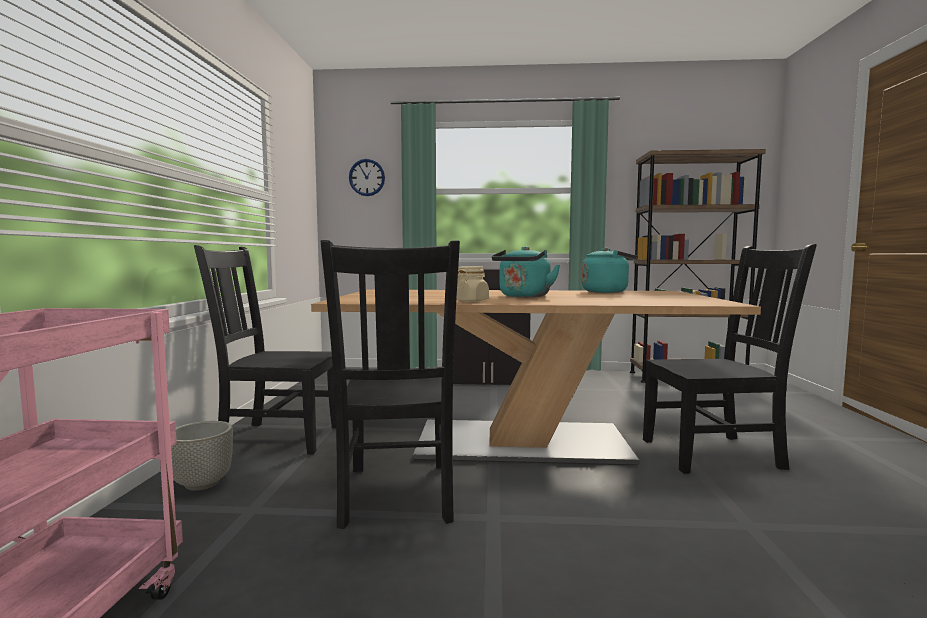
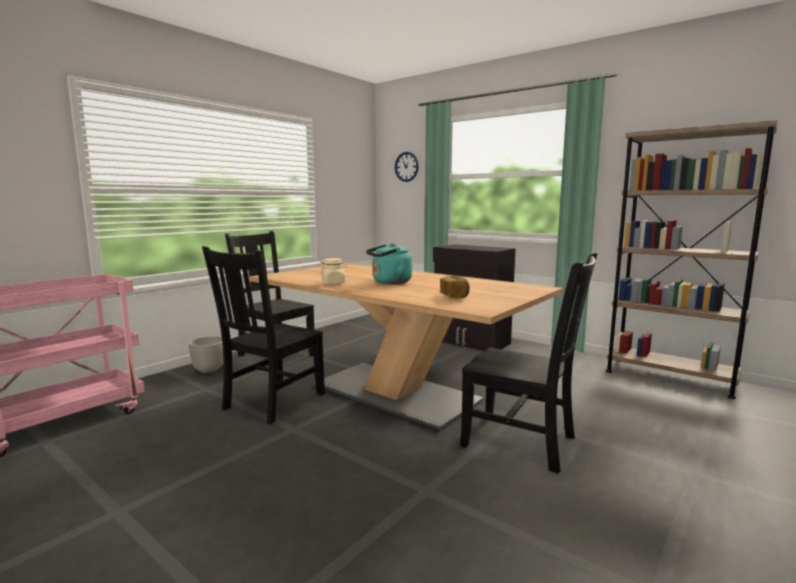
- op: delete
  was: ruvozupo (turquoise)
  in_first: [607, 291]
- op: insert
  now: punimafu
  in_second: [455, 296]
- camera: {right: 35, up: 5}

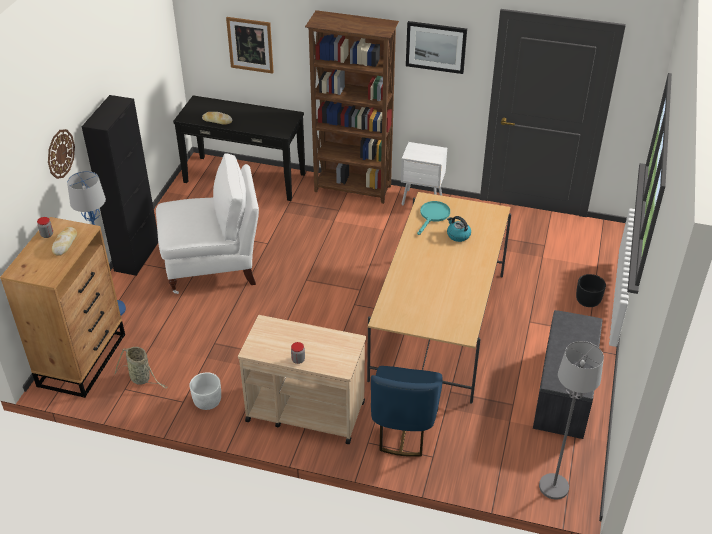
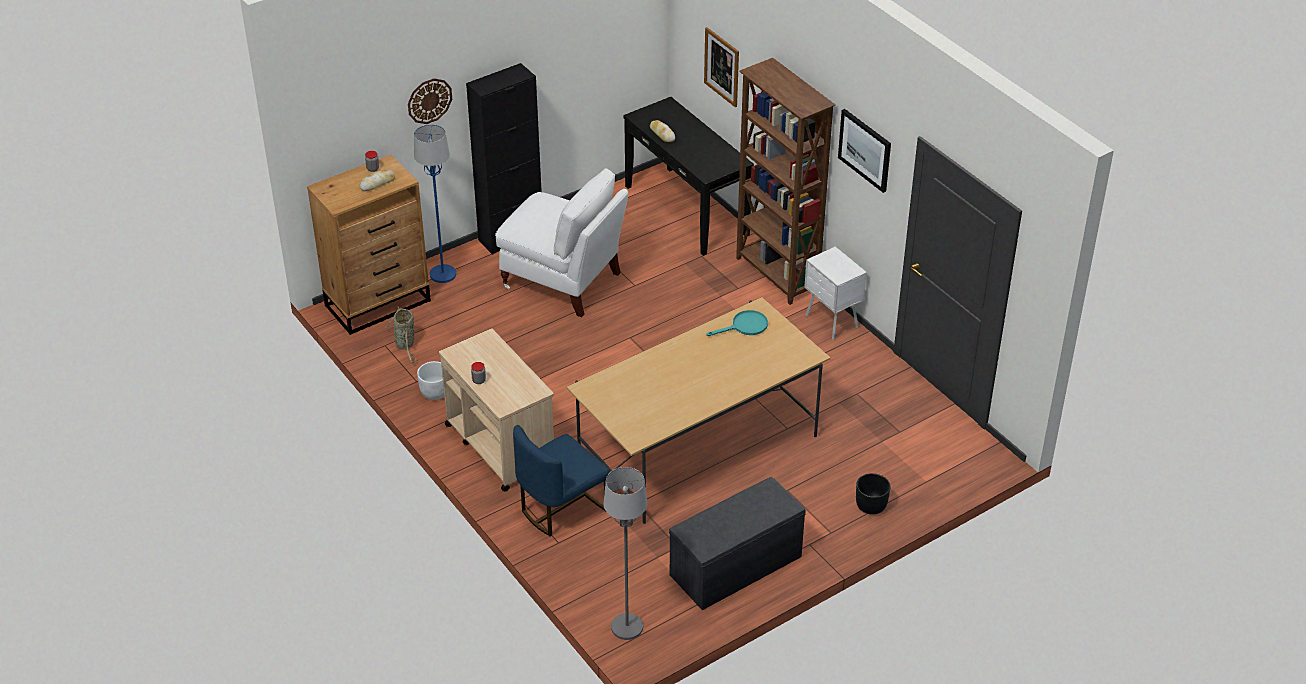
- op: delete
  was: ruvozupo
  in_first: [458, 235]
- camera: {right: 40, up: 0}

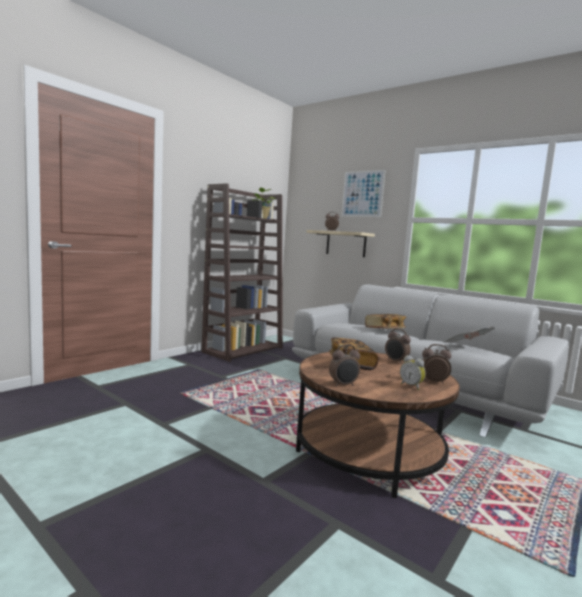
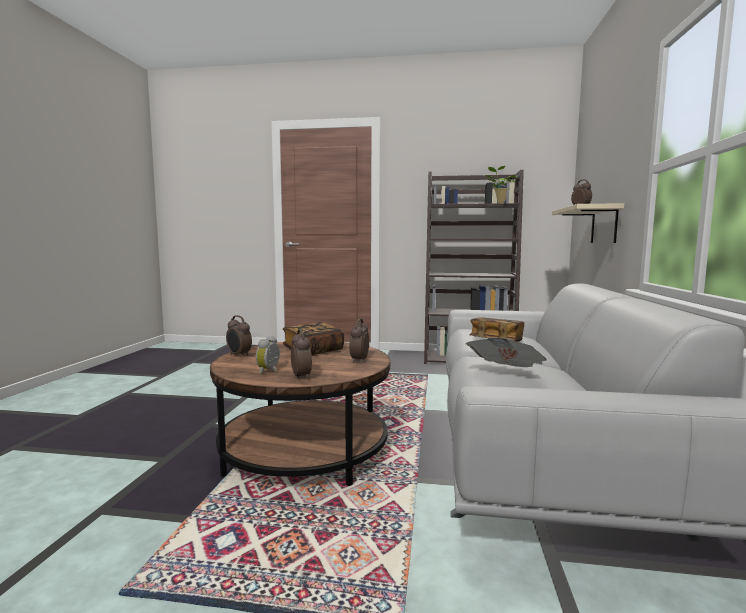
- op: delete
  was: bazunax
  in_first: [362, 194]
- camera: {right: 60, up: 0}

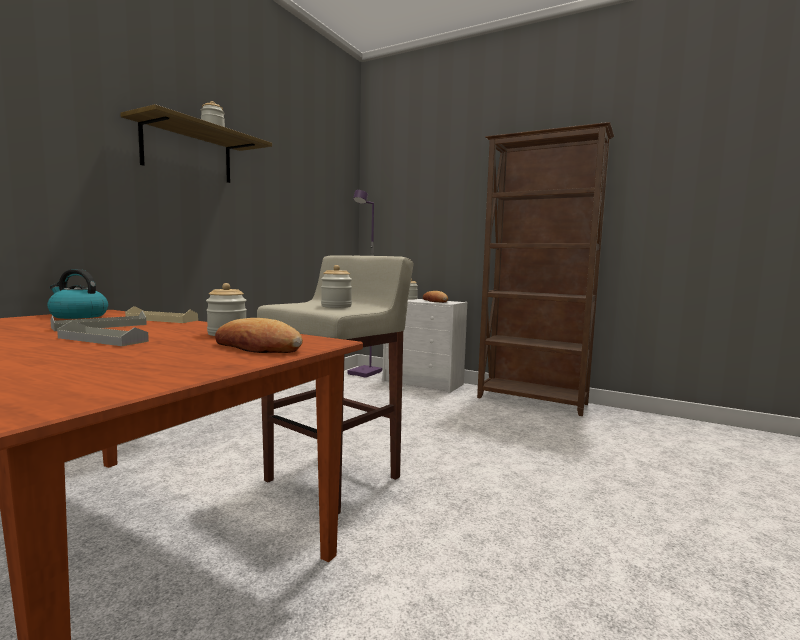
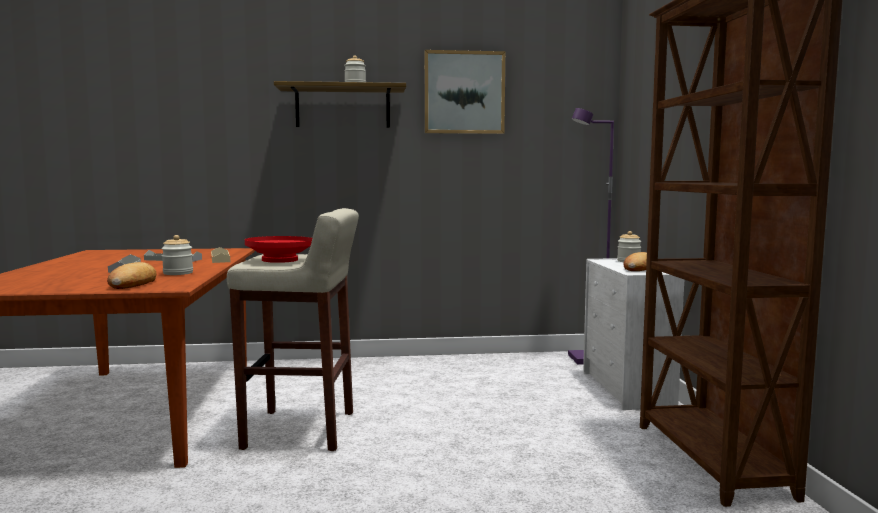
- op: delete
  was: ruvozupo
  in_first: [78, 316]
- op: insert
  now: bazunax
  in_second: [464, 93]
- op: replace
  was: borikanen
  now: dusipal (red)
  in_first: [336, 306]
  in_second: [280, 260]
- camera: {right: 55, up: 0}

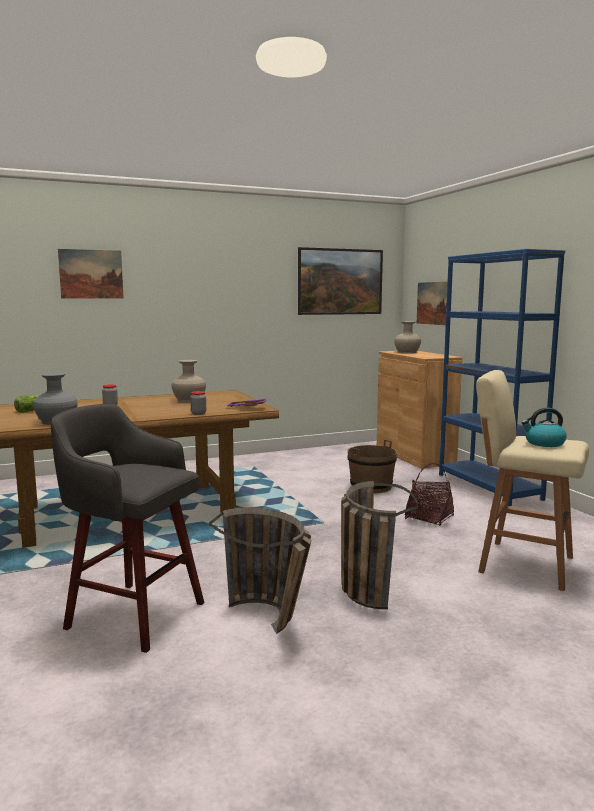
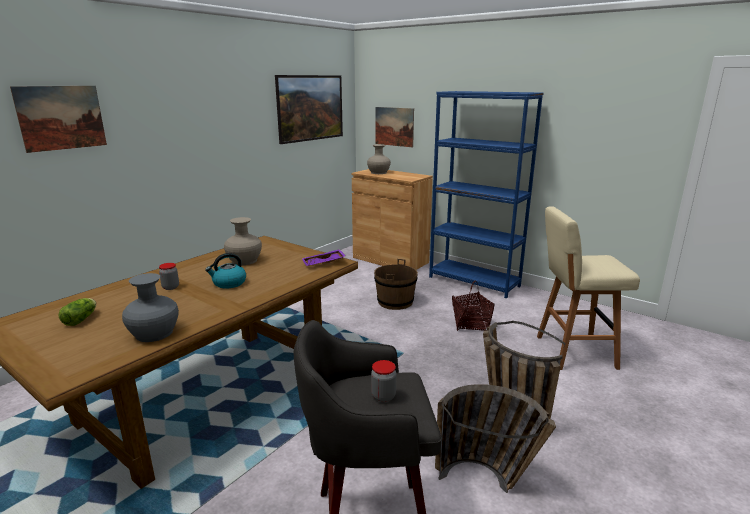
- op: move
  was: borikanen
  in_first: [198, 413]
  in_second: [383, 396]
- op: move
  was: ruvozupo
  in_first: [544, 443]
  in_second: [229, 283]
- camera: {right: -30, up: 10}

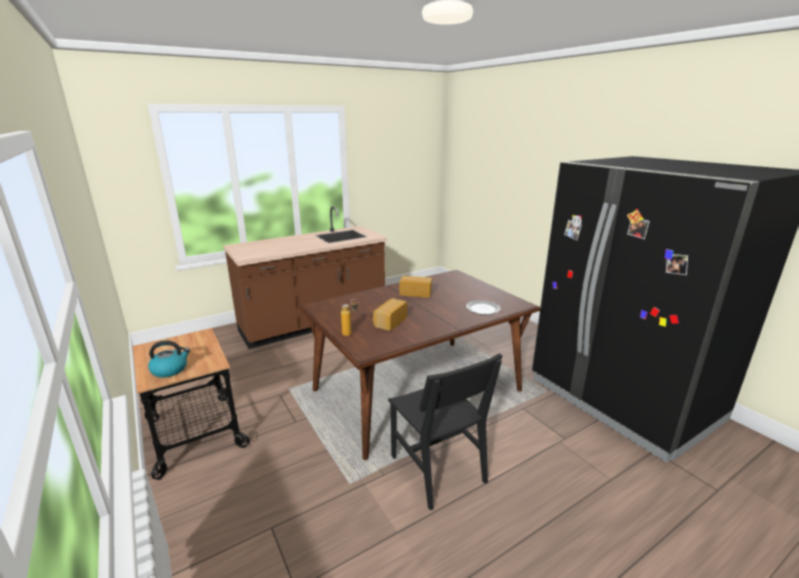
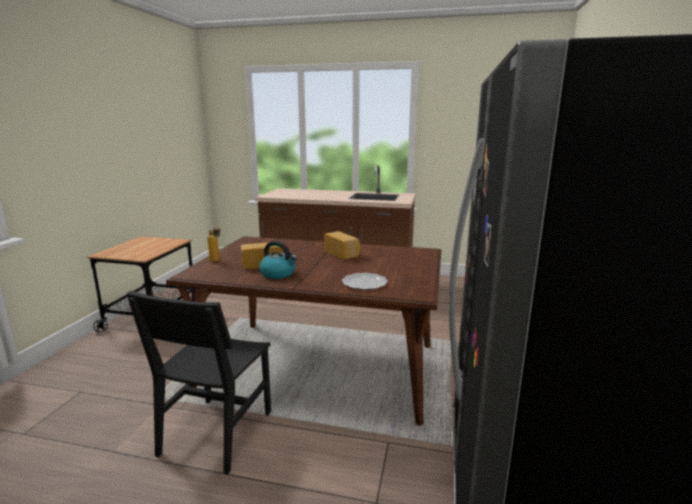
- op: move
  was: ruvozupo
  in_first: [170, 370]
  in_second: [278, 274]
- camera: {right: 45, up: -5}

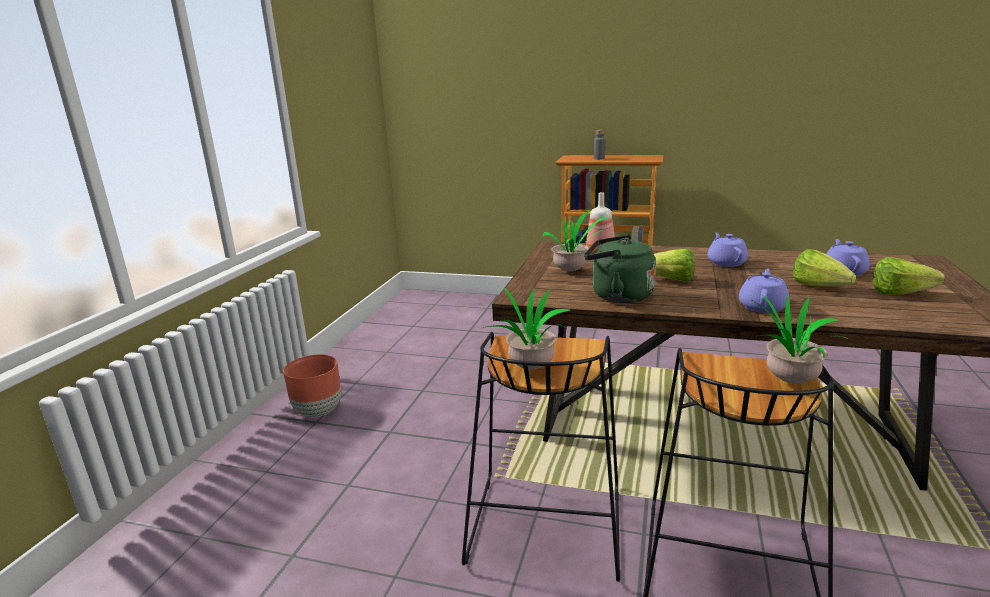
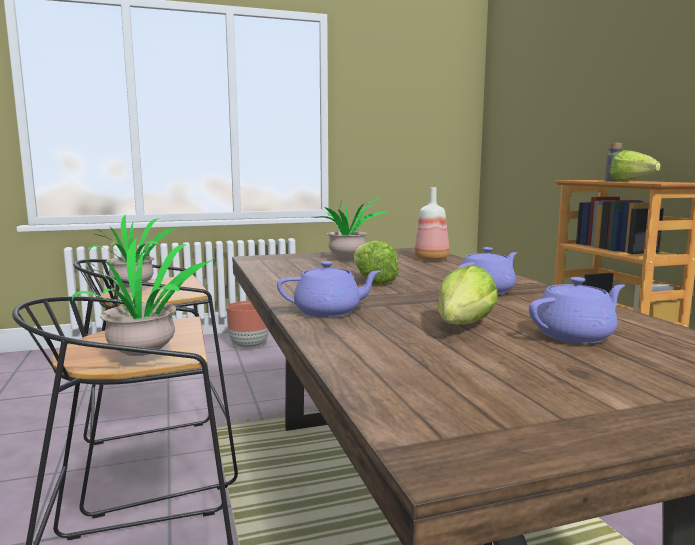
- op: delete
  was: ruvozupo (green)
  in_first: [617, 295]
- op: move
  was: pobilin
  in_first: [905, 294]
  in_second: [635, 182]
- camera: {right: 55, up: -10}

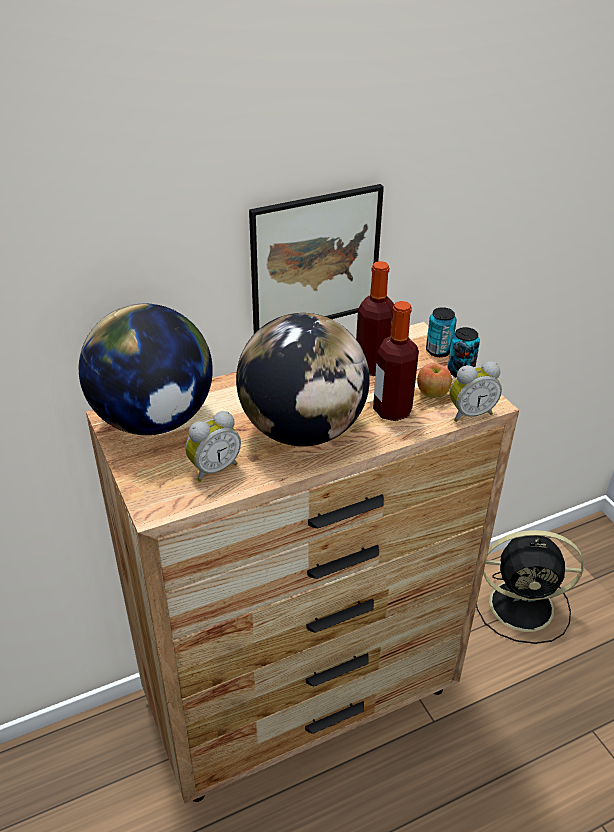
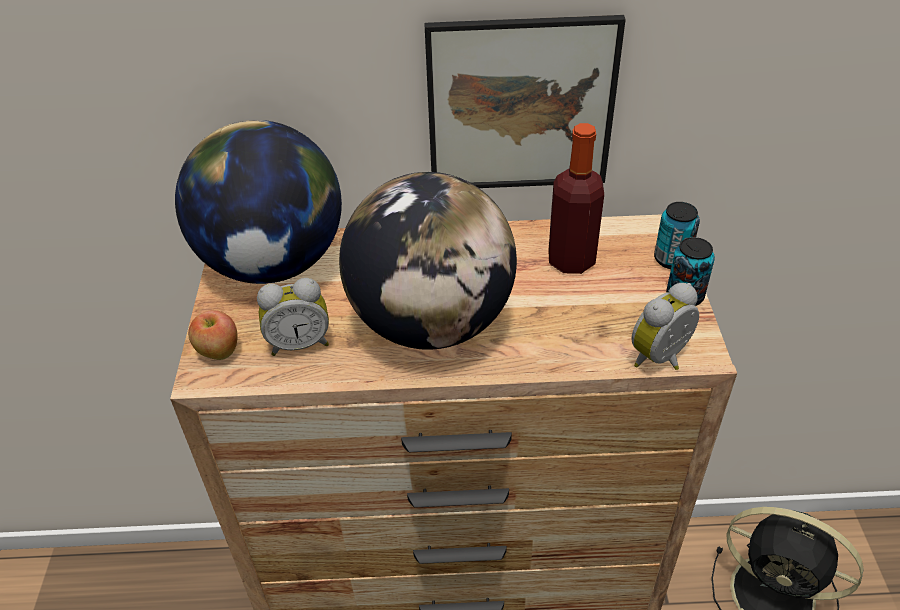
- op: delete
  was: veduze
  in_first: [392, 410]
- op: move
  was: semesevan
  in_first: [432, 394]
  in_second: [218, 352]
- op: rotate
  was: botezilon
  in_first: [469, 413]
  in_second: [662, 359]
  clockwise: 135
- camera: {right: 25, up: 5}

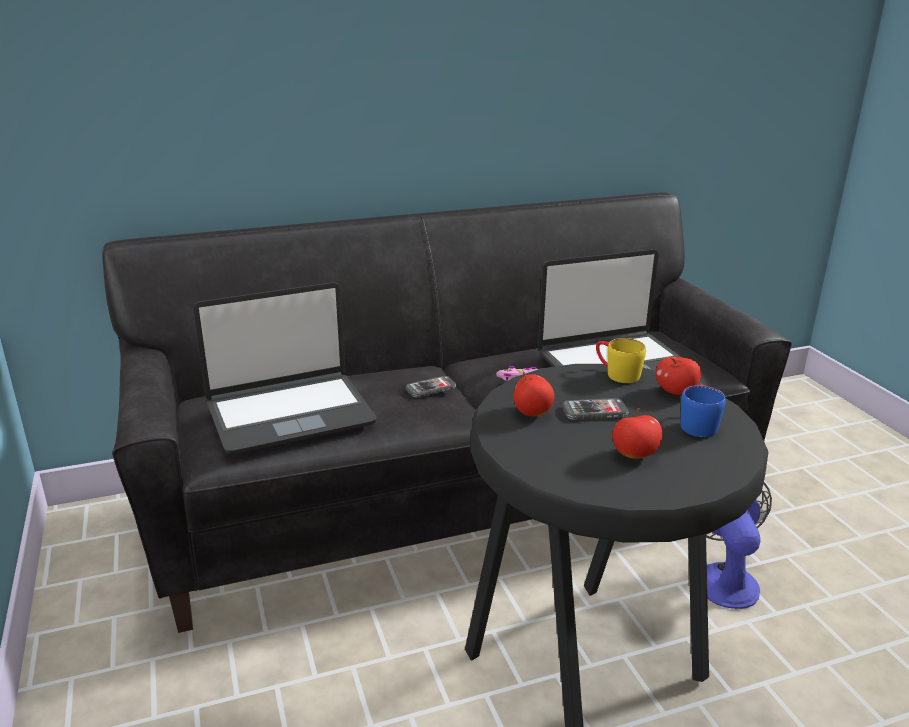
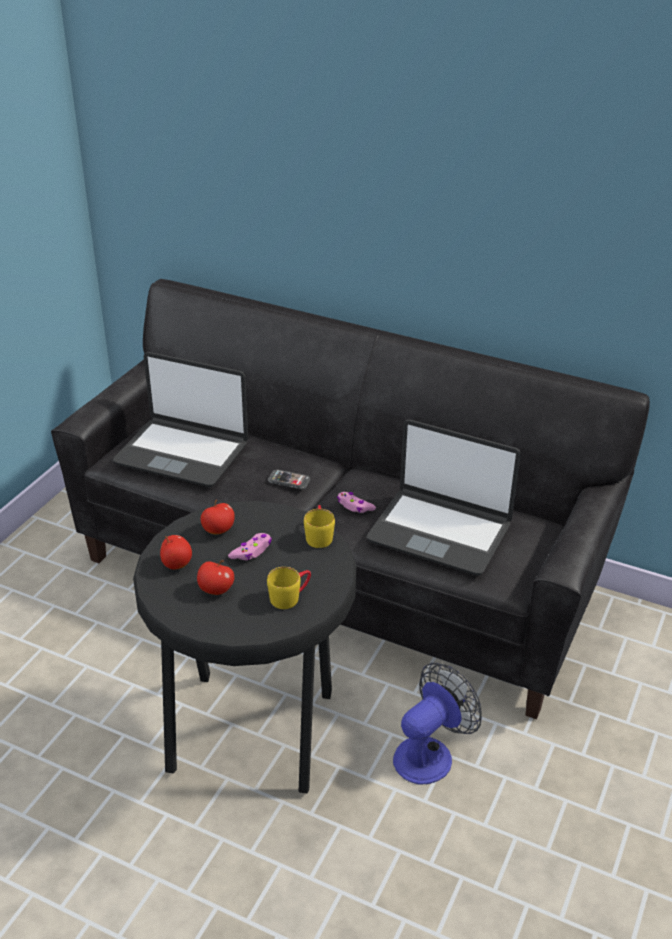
- op: move
  was: semesevan
  in_first: [676, 392]
  in_second: [176, 564]
- op: replace
  was: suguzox
  now: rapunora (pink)
  in_first: [594, 411]
  in_second: [252, 551]
- op: recolor
  was: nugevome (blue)
  now: nugevome (yellow)
  in_first: [697, 423]
  in_second: [290, 596]
- camera: {right: 45, up: 10}

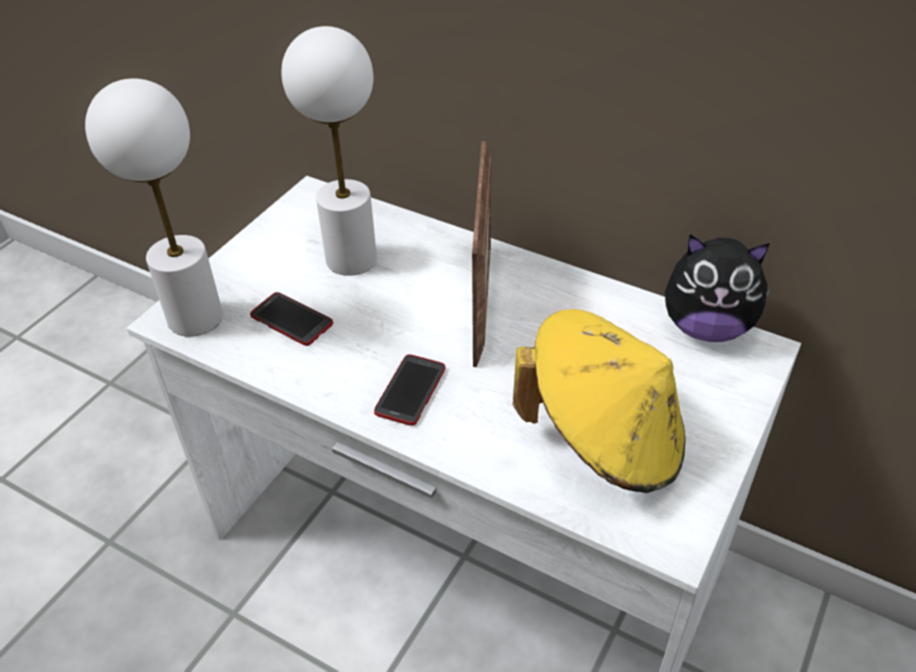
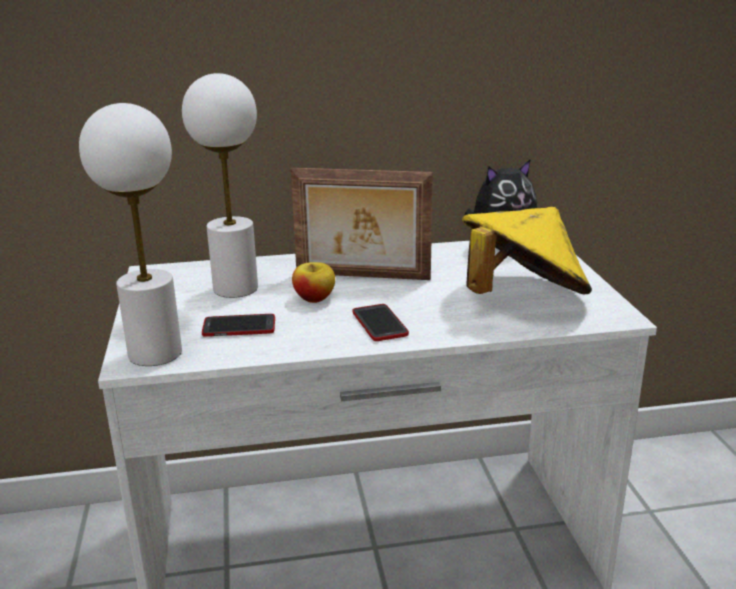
- op: insert
  now: semesevan
  in_second: [314, 298]
- op: rotate
  was: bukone
  in_first: [482, 305]
  in_second: [362, 277]
  clockwise: 135
- camera: {right: -40, up: -20}

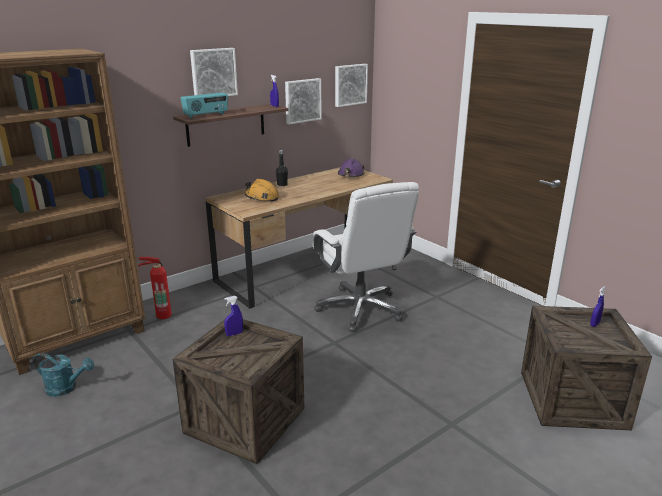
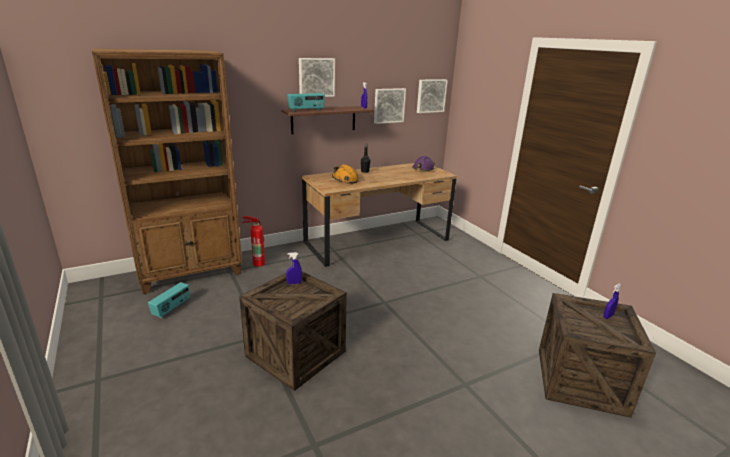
- op: delete
  was: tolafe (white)
  in_first: [360, 309]
- op: replace
  was: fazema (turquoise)
  now: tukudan
  in_first: [66, 388]
  in_second: [172, 308]
- camera: {right: 10, up: 0}

